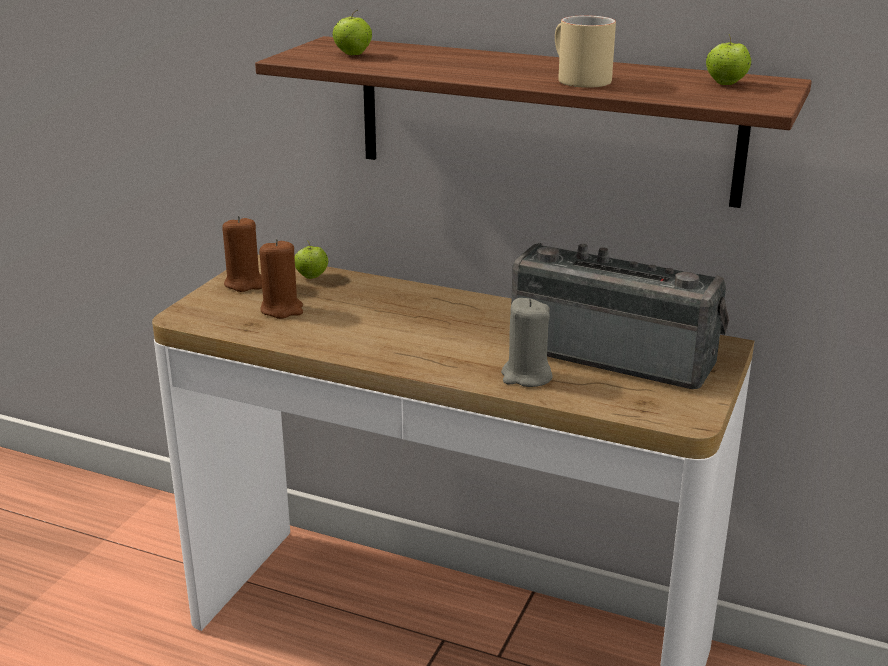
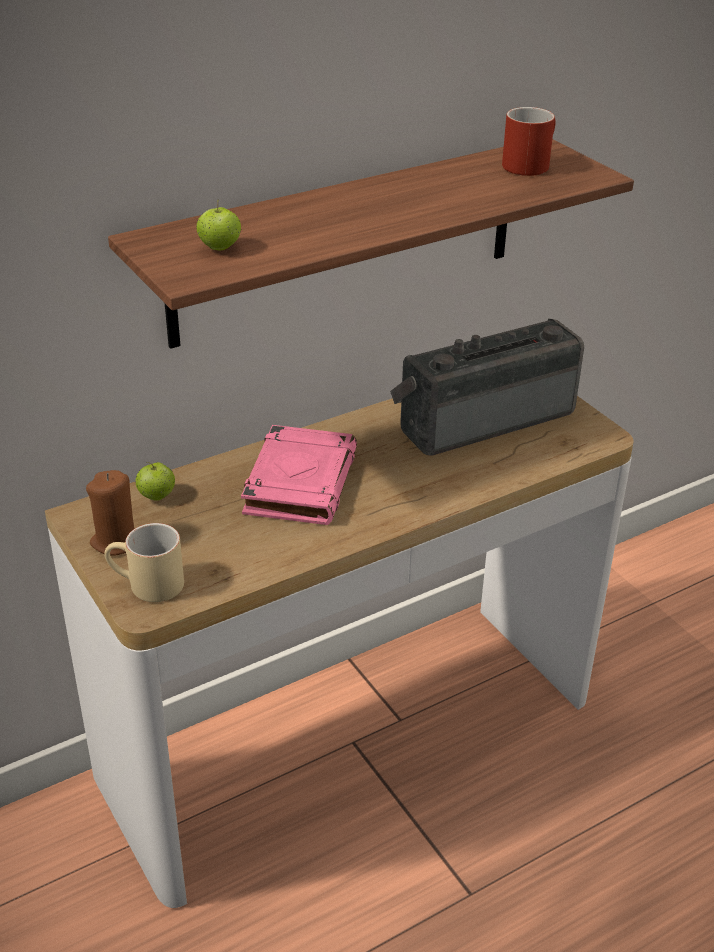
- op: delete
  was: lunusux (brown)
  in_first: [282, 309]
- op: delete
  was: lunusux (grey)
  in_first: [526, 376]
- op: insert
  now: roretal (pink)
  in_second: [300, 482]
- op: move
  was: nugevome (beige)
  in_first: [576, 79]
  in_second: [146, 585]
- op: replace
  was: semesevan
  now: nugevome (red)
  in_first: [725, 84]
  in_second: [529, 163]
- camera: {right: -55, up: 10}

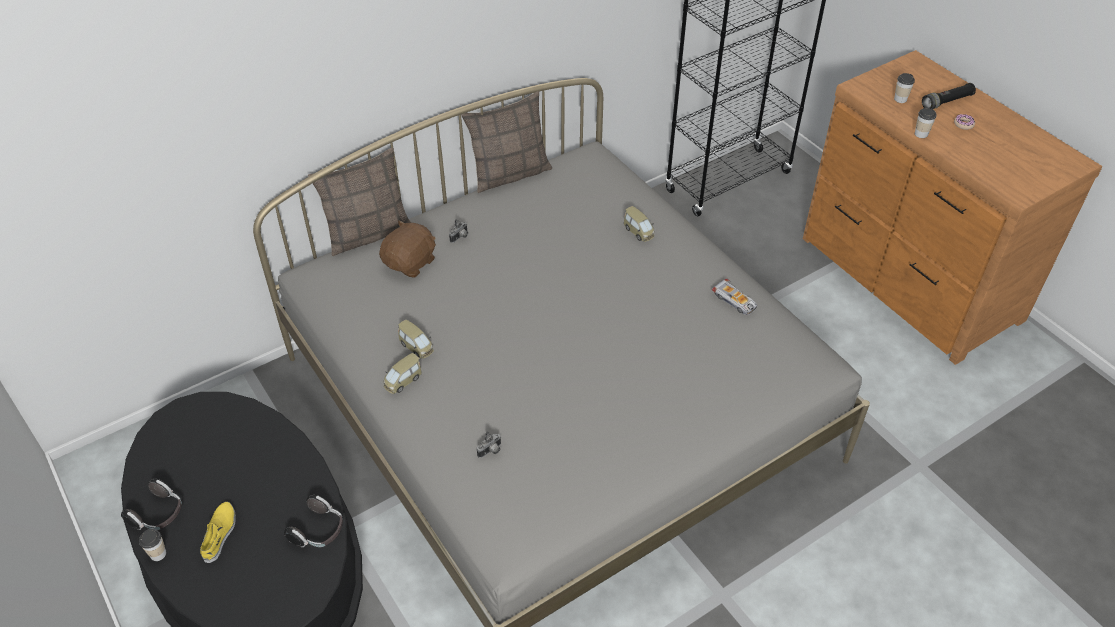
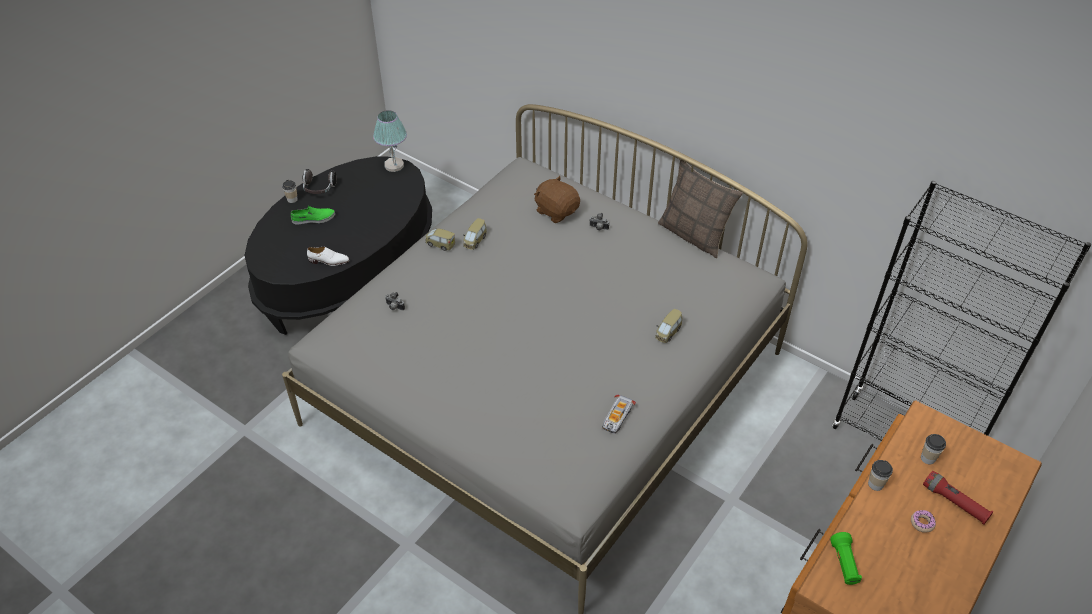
- op: delete
  was: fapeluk
  in_first: [368, 233]
- op: insert
  now: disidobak
  in_second: [393, 165]
- op: insert
  now: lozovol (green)
  in_second: [844, 564]
- op: replace
  was: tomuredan
  now: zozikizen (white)
  in_first: [319, 531]
  in_second: [329, 261]
- op: recolor
  was: zozikizen (yellow)
  now: zozikizen (green)
  in_first: [219, 534]
  in_second: [313, 219]
- op: recolor
  was: lozovol (black)
  now: lozovol (red)
  in_first: [946, 102]
  in_second: [954, 502]
- op: rotate
  was: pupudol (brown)
  in_first: [410, 263]
  in_second: [556, 211]
  clockwise: -150
- camera: {right: 70, up: 0}

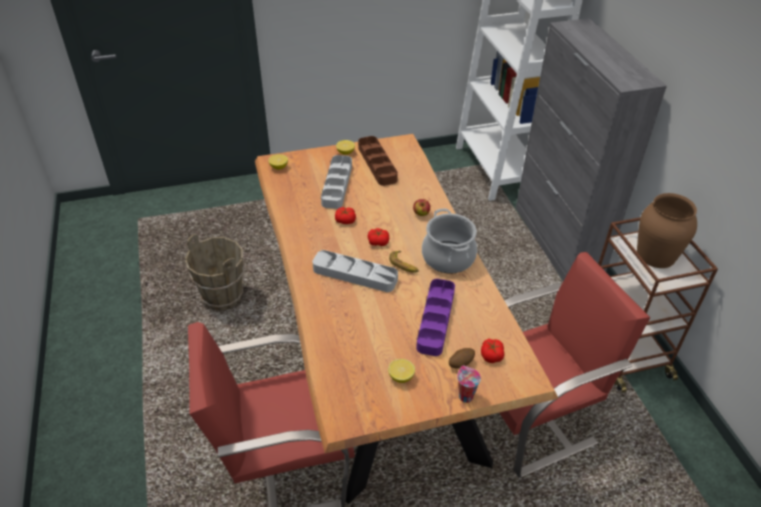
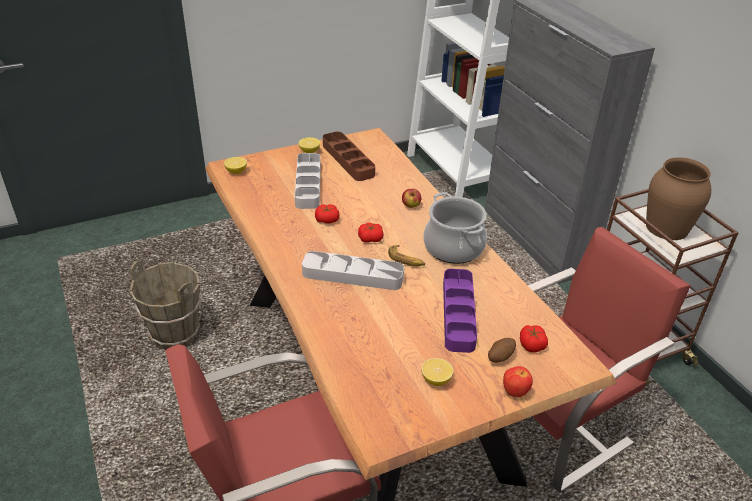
- op: replace
  was: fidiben
  now: semesevan
  in_first: [465, 396]
  in_second: [515, 392]
- camera: {right: -10, up: -5}

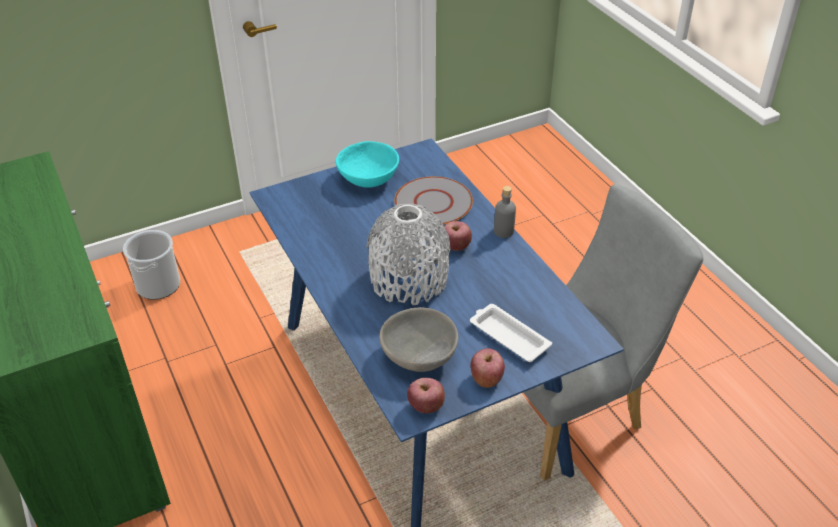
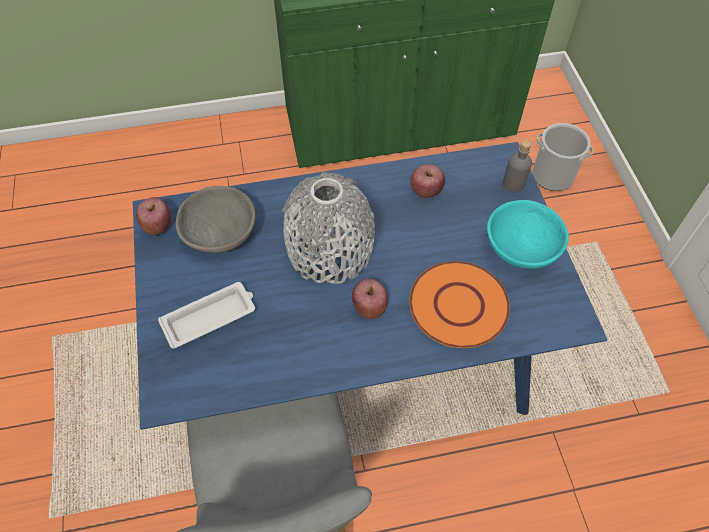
- op: move
  was: semesevan
  in_first: [486, 379]
  in_second: [425, 191]
- op: move
  was: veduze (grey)
  in_first: [503, 231]
  in_second: [513, 184]
- op: recolor
  was: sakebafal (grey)
  now: sakebafal (orange)
  in_first: [434, 202]
  in_second: [459, 306]
- camera: {right: 105, up: 15}

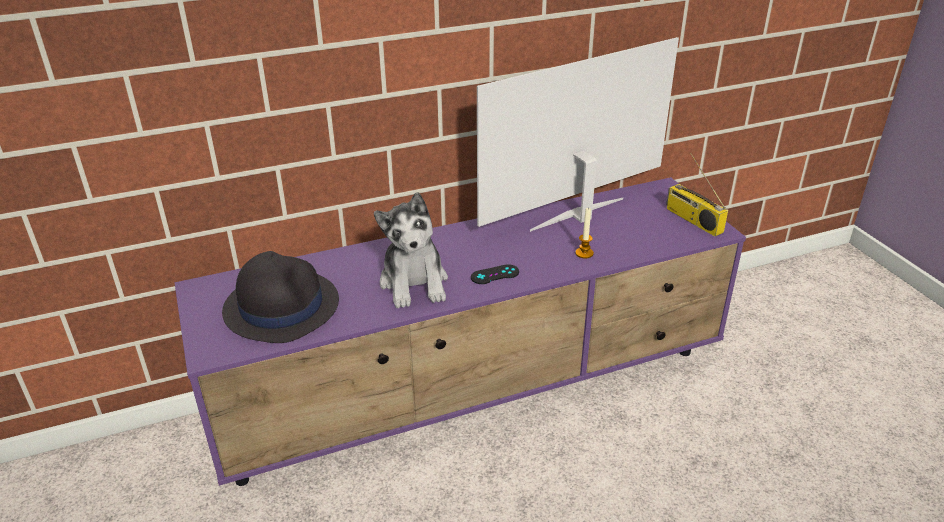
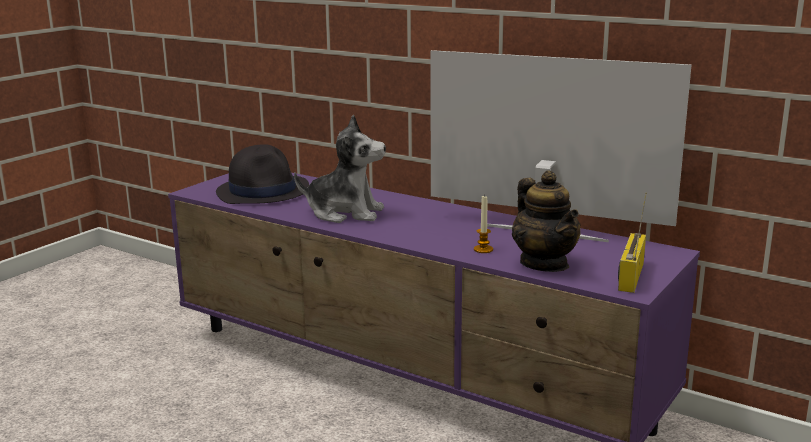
- op: delete
  was: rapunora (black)
  in_first: [495, 275]
- op: insert
  now: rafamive
  in_second: [544, 264]
- op: rotate
  was: pupudol
  in_first: [414, 283]
  in_second: [345, 213]
  clockwise: -120
- camera: {right: 55, up: -15}

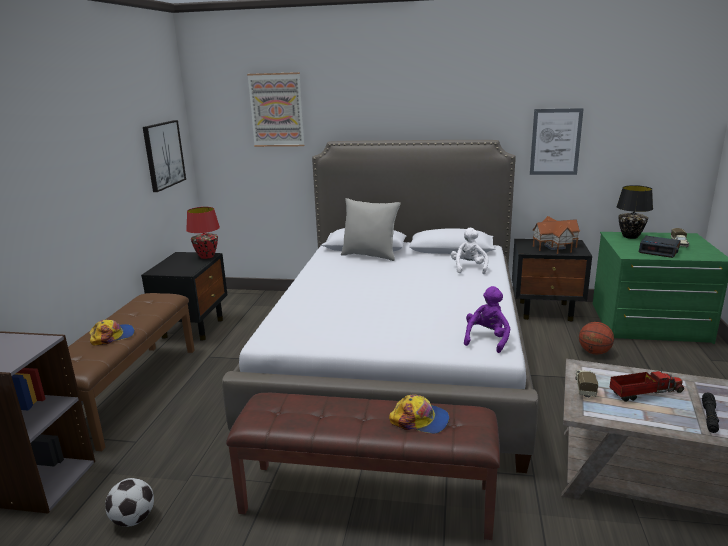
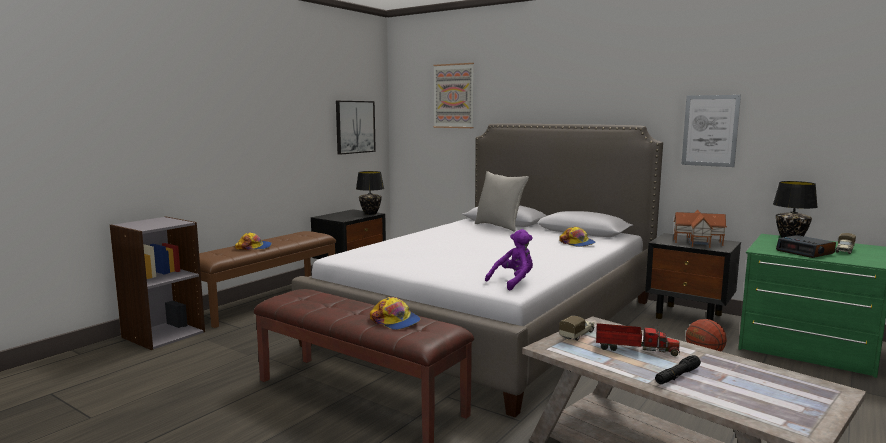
- op: delete
  was: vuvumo
  in_first: [133, 519]
- op: replace
  was: pupudol (white)
  now: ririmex
  in_first: [468, 268]
  in_second: [577, 243]
- op: recolor
  was: disidobak (red)
  now: disidobak (black)
  in_first: [206, 256]
  in_second: [370, 213]
- camera: {right: 25, up: -10}

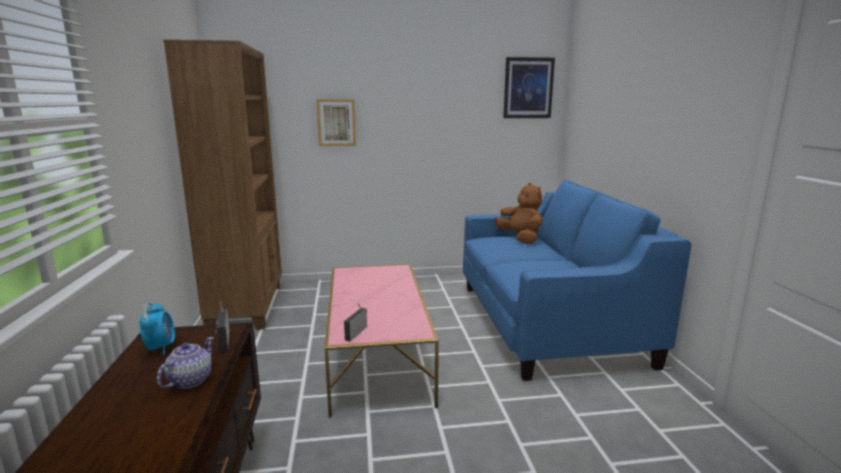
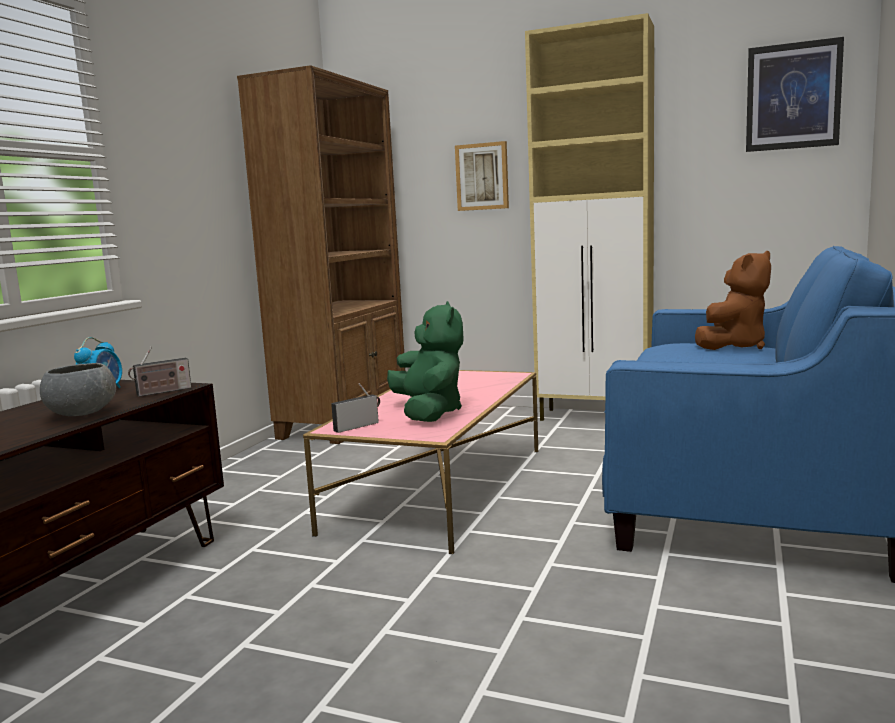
- op: insert
  now: pupudol (green)
  in_second: [429, 413]
- op: insert
  now: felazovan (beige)
  in_second: [596, 417]
- op: replace
  was: rafamive
  now: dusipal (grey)
  in_first: [189, 380]
  in_second: [82, 413]
- op: rotate
  was: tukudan
  in_first: [224, 340]
  in_second: [161, 392]
  clockwise: -135
- op: rotate
  was: pupudol (brown)
  in_first: [520, 239]
  in_second: [733, 346]
  clockwise: 45
- camera: {right: 30, up: -5}

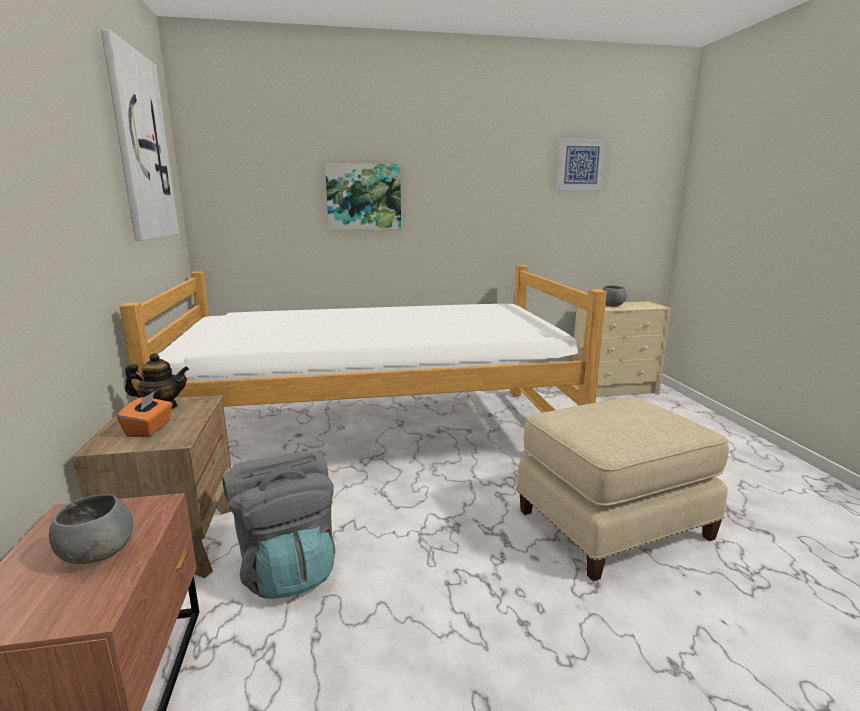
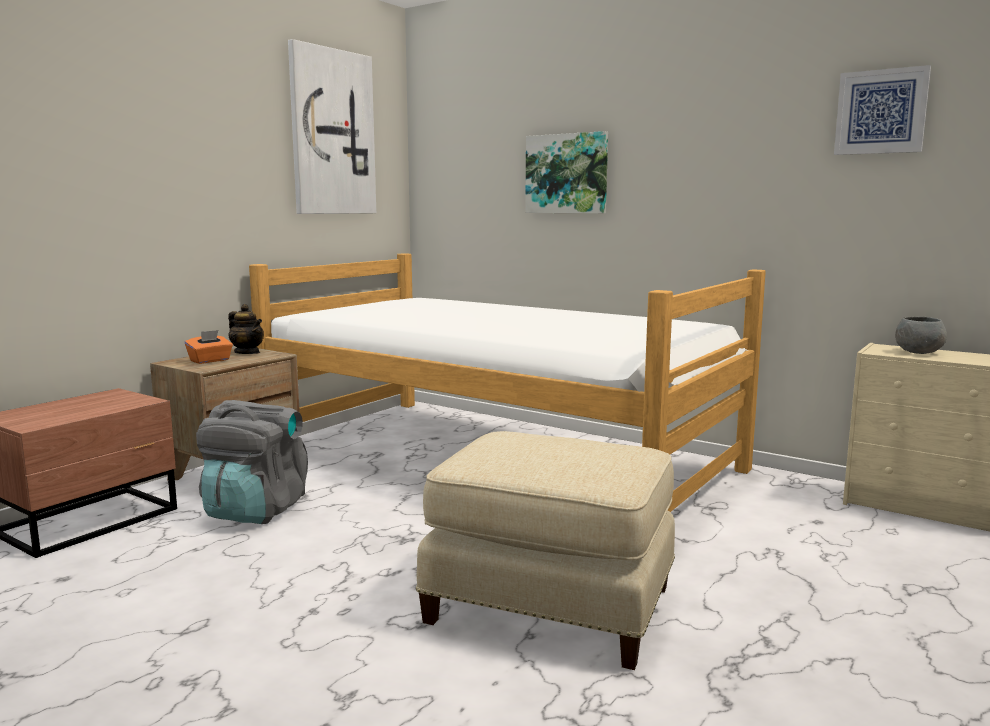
- op: delete
  was: dusipal (grey)
  in_first: [97, 553]
- camera: {right: 45, up: -5}

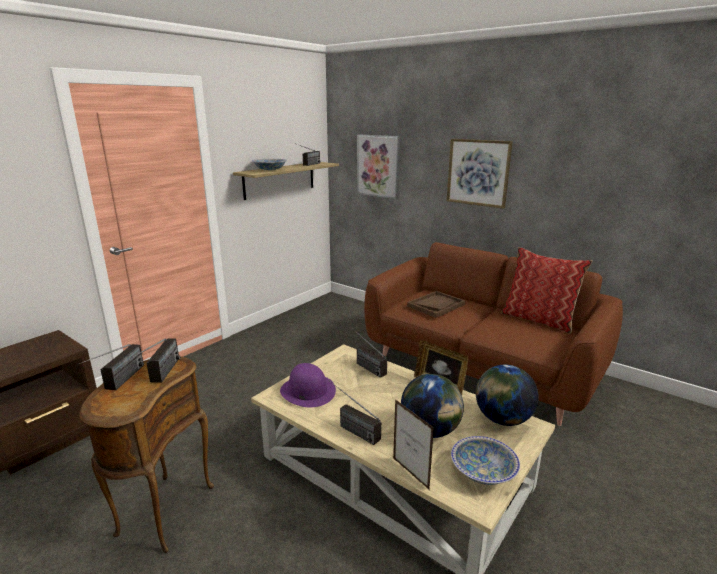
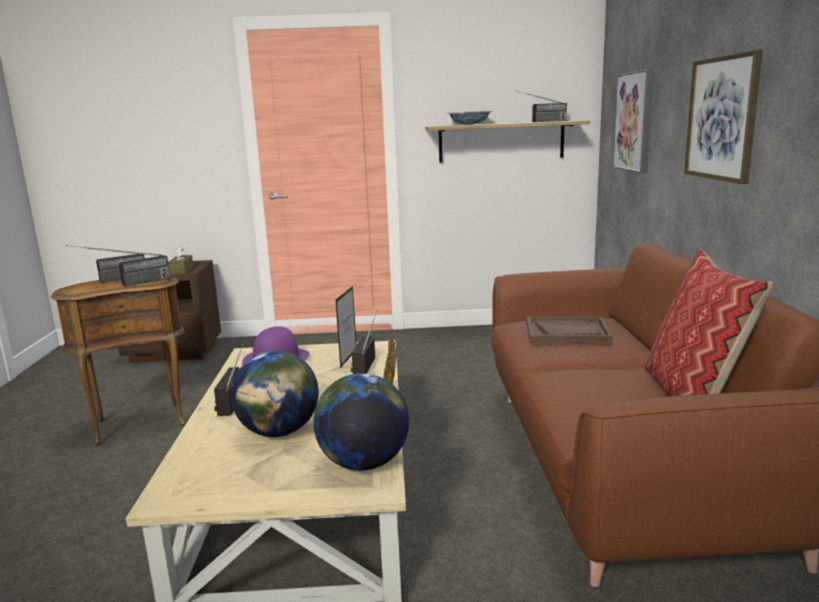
- op: delete
  was: dusipal
  in_first: [483, 472]
- op: insert
  now: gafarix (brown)
  in_second: [182, 270]
- op: move
  was: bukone
  in_first: [410, 473]
  in_second: [348, 358]
- camera: {right: 50, up: -5}

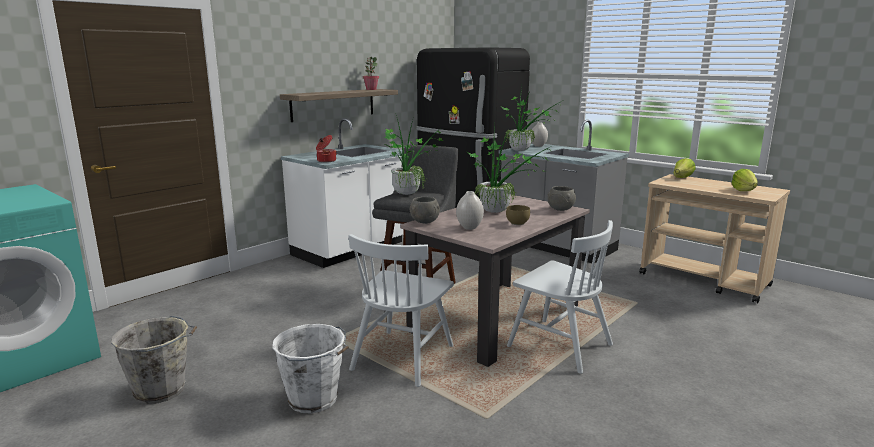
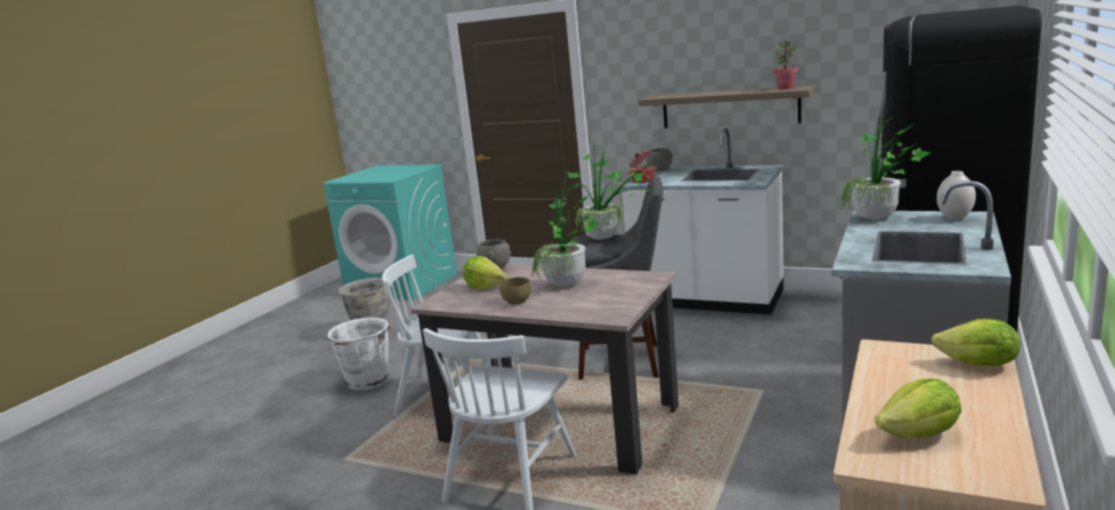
- op: move
  was: dusipal (grey)
  in_first: [561, 210]
  in_second: [660, 170]
- op: replace
  was: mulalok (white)
  now: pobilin
  in_first: [469, 228]
  in_second: [484, 287]
- camera: {right: 75, up: 0}

